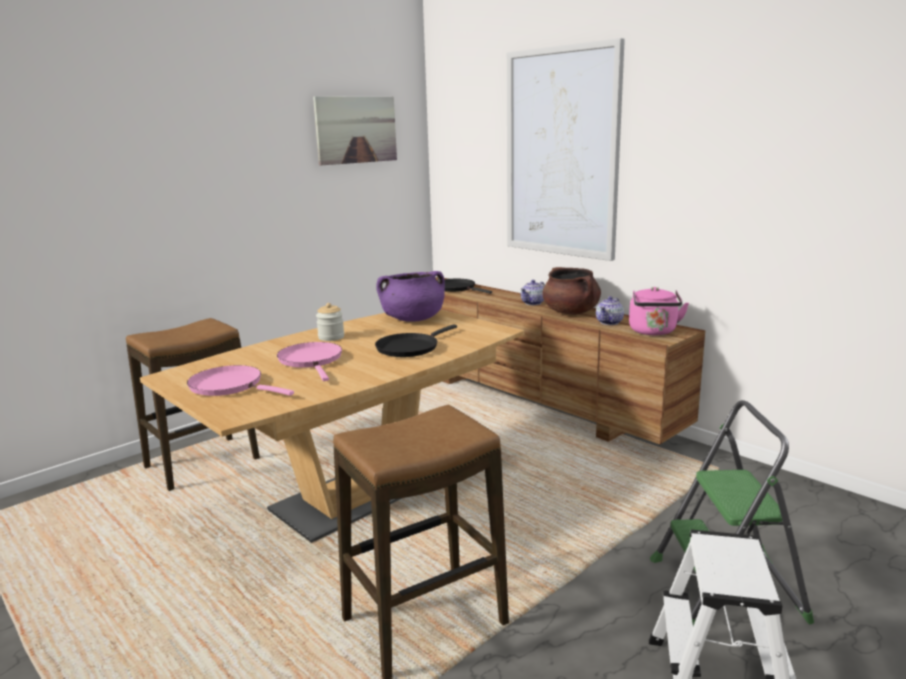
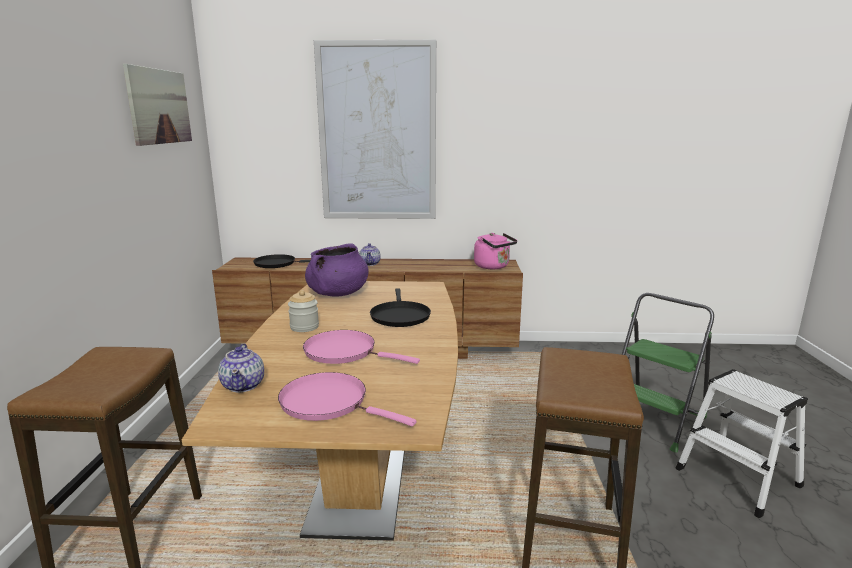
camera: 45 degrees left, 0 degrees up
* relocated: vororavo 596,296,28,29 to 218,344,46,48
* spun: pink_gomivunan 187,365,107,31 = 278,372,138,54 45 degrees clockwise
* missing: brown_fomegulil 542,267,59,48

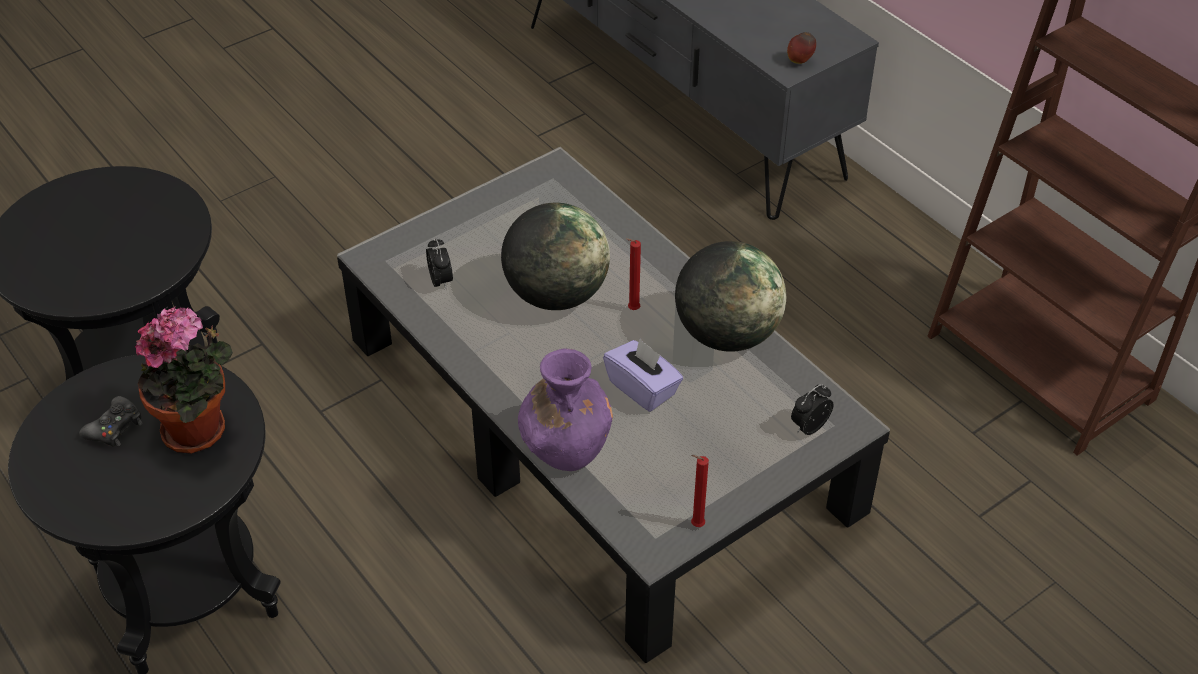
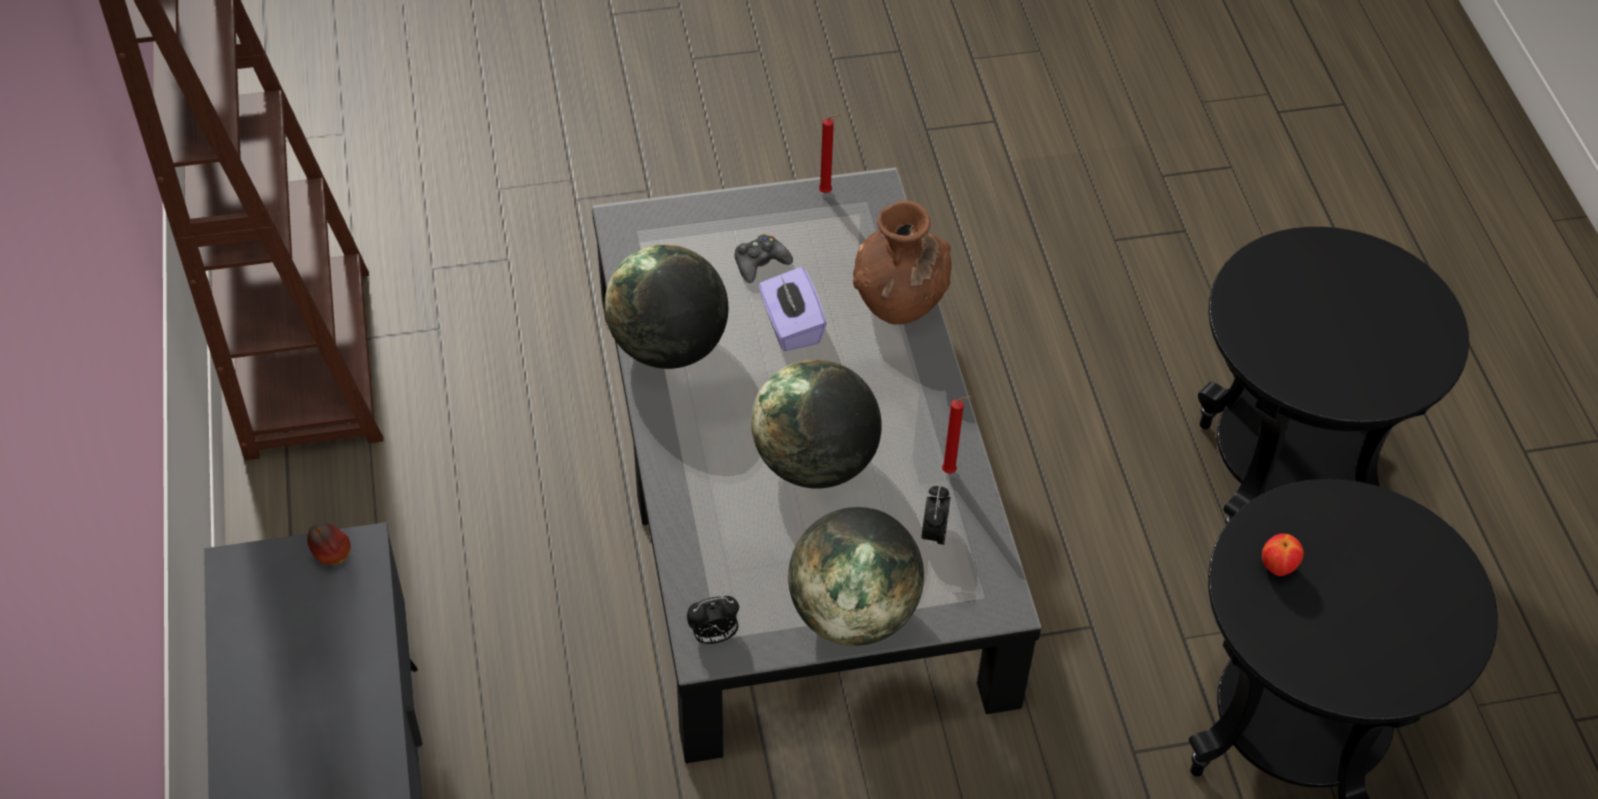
camera: 155 degrees left, 5 degrees up
* relocated: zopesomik 791,384,42,51 to 687,596,52,48
* relocated: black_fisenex 79,396,64,51 to 735,234,58,49
* appeared: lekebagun 788,507,136,139
* colour: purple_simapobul 518,348,95,123 to brown_simapobul 853,200,99,125
* relocated: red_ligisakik 626,238,15,72 to 942,396,30,78
* appeared: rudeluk 1262,534,42,42
* missing: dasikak 135,307,98,147

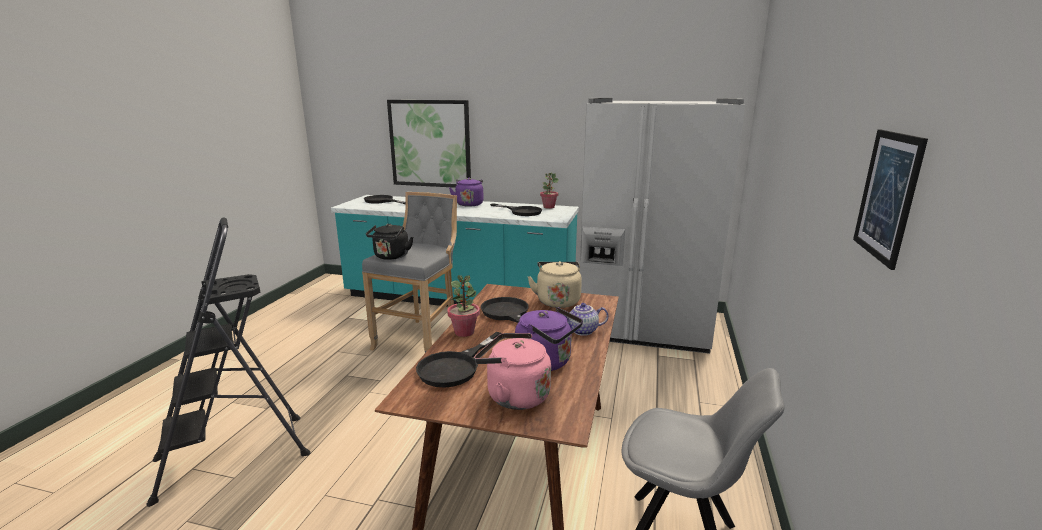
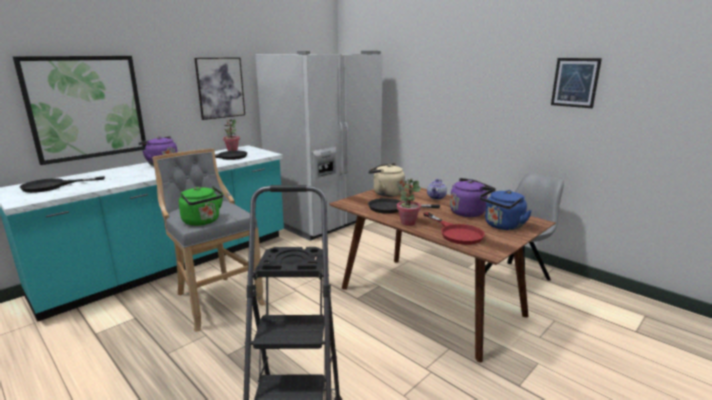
camera: 60 degrees left, 0 degrees up
* colour: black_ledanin 366,224,47,36 to green_ledanin 179,186,44,40
* appeared: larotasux 194,57,51,63
* colour: black_gomivunan 416,332,87,56 to red_gomivunan 423,212,62,33
* colour: pink_ledanin 474,333,77,77 to blue_ledanin 480,188,52,42

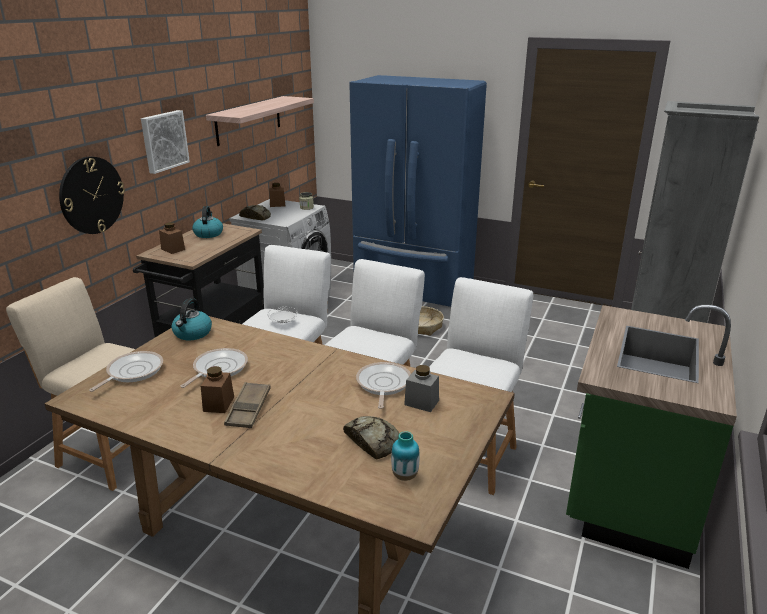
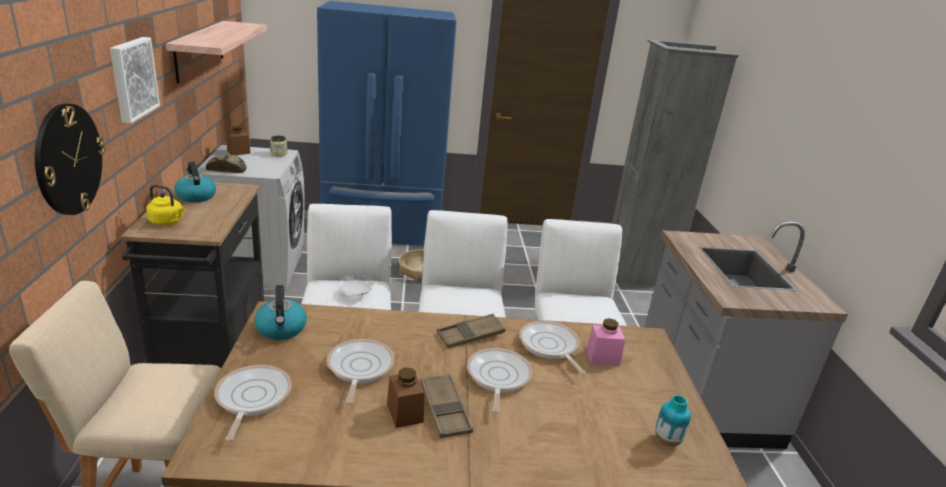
camera: 30 degrees left, 0 degrees up
* exchanged: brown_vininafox 159,222,26,32 to yellow_ledanin 146,184,39,41
* appeared: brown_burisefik 437,314,69,34
* appeared: gomivunan 467,348,66,65
* colour: grey_vininafox 404,365,35,47 to pink_vininafox 586,318,39,48
* colour: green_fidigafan 566,305,171,264 to grey_fidigafan 645,221,203,228
* missing: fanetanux 343,416,56,43

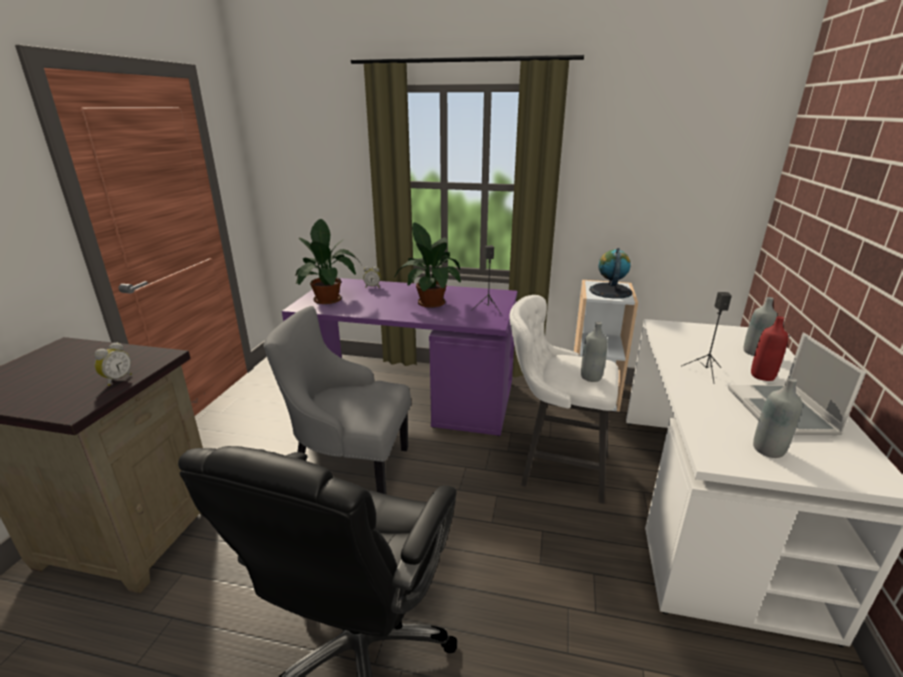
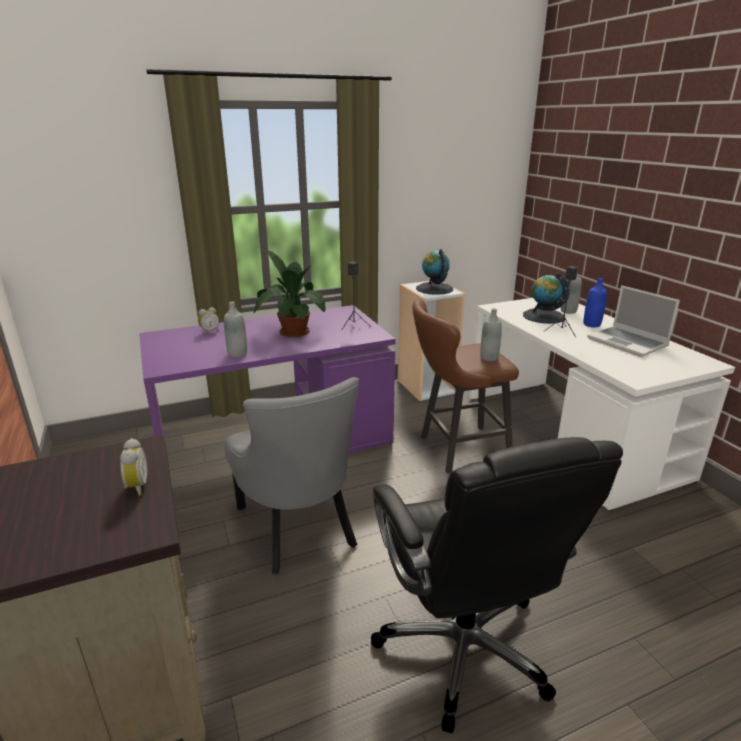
camera: 35 degrees left, 0 degrees up
* relocated: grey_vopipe 753,378,50,80 to 224,301,23,56
* spun: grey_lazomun 264,306,147,188 = 225,377,134,197 90 degrees counterclockwise
* colour: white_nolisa 510,295,109,209 to brown_nolisa 412,299,107,175
* appeared: lekebagun 523,273,47,51
* colour: red_vopipe 751,316,37,65 to blue_vopipe 584,278,23,49
* missing: dasikak 295,219,67,85

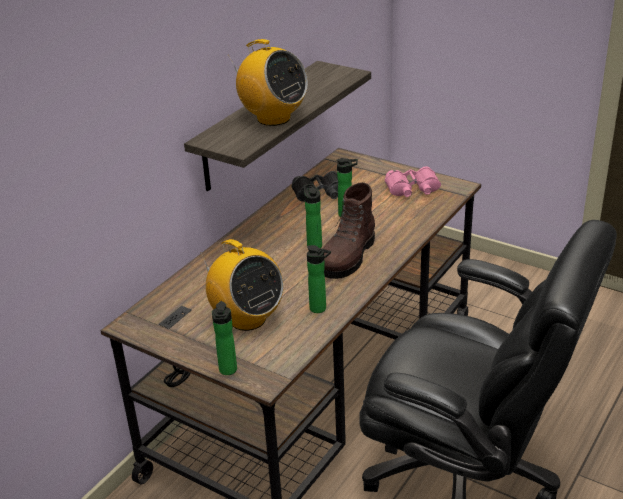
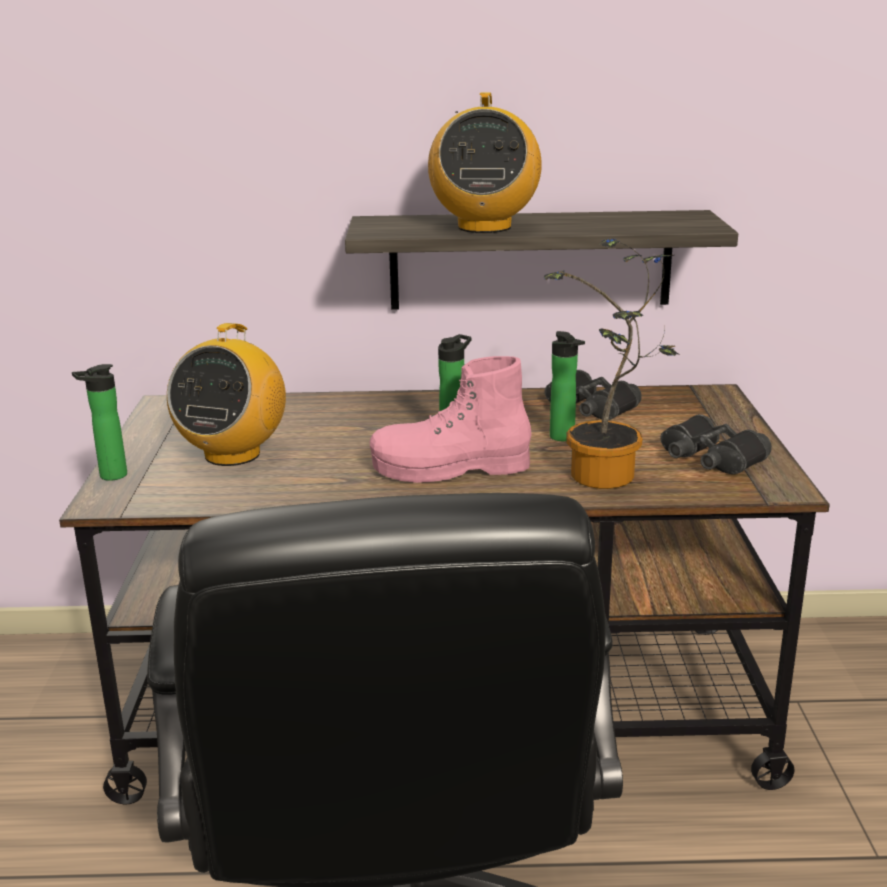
camera: 55 degrees right, 10 degrees down
* colour: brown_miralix 322,182,53,97 to pink_miralix 370,356,162,127
* appeared: dasikak 544,239,135,250
* colour: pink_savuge 385,166,56,31 to black_savuge 660,414,112,60
* missing: vopipe 307,245,24,68

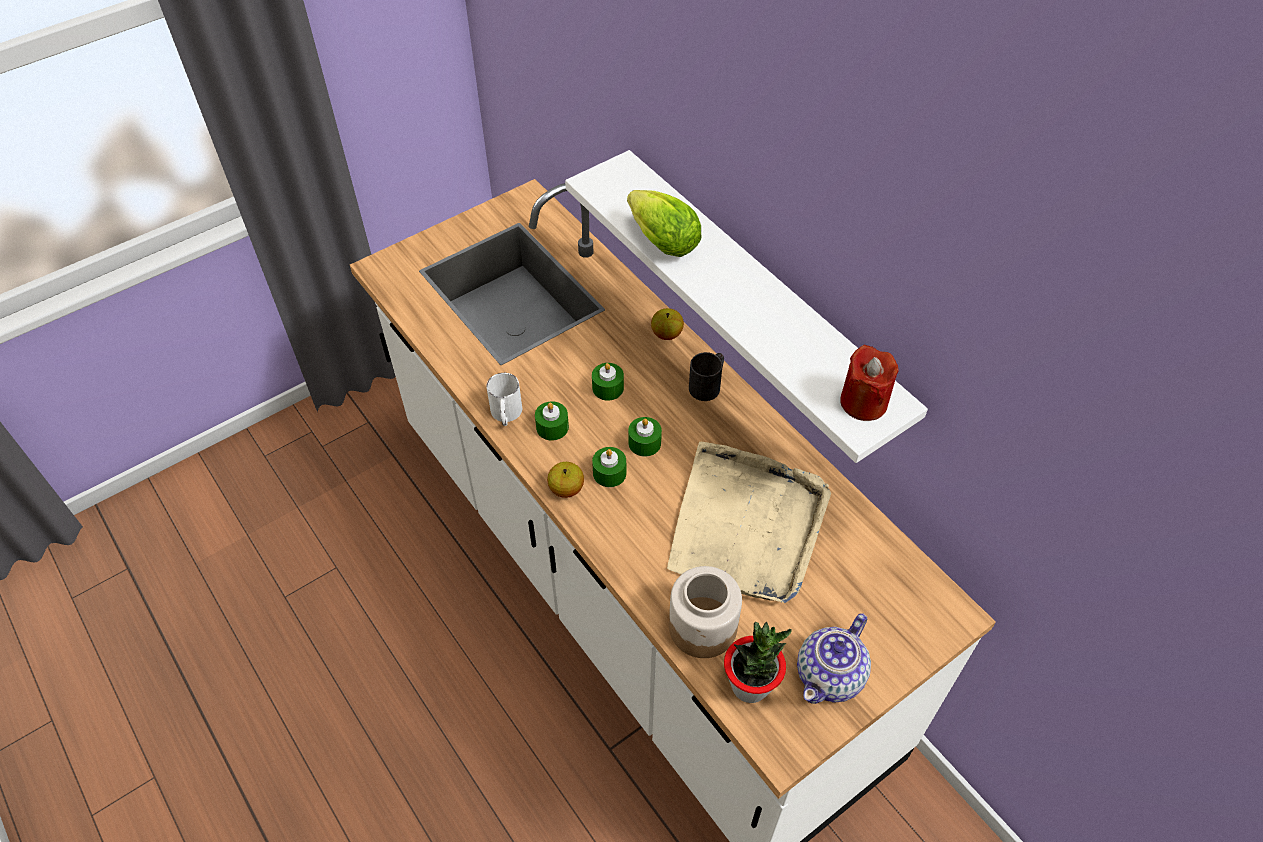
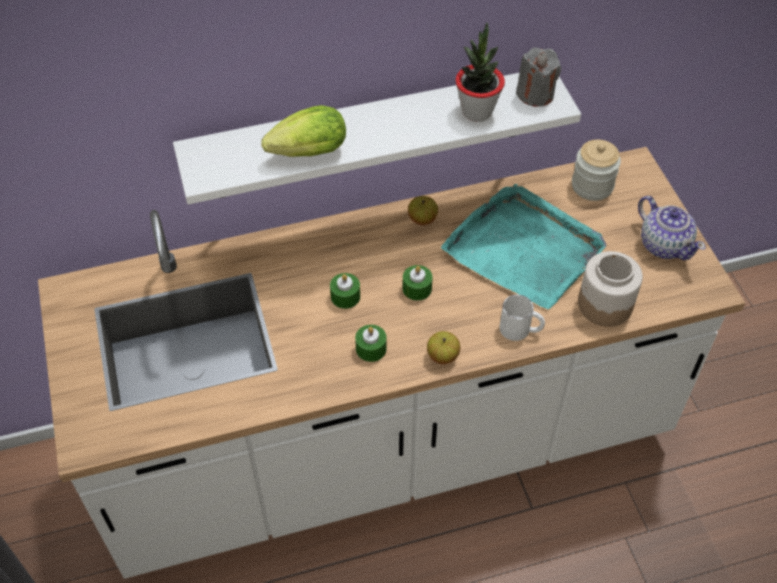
camera: 70 degrees left, 0 degrees up
* relocated: rudeluk 651,308,33,32 to 408,196,30,29
* colour: beige_burisefik 667,442,164,161 to turquoise_burisefik 441,184,166,125
* relocated: dasikak 724,621,68,82 to 456,23,49,99
* relocated: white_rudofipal 486,373,36,53 to 499,295,46,46
* colour: red_ligisakik 840,345,59,76 to grey_ligisakik 516,47,45,60
* appeared: vininafox 572,140,49,61
* missing: green_ligisakik 592,447,34,40
* missing: black_rudofipal 689,352,35,49

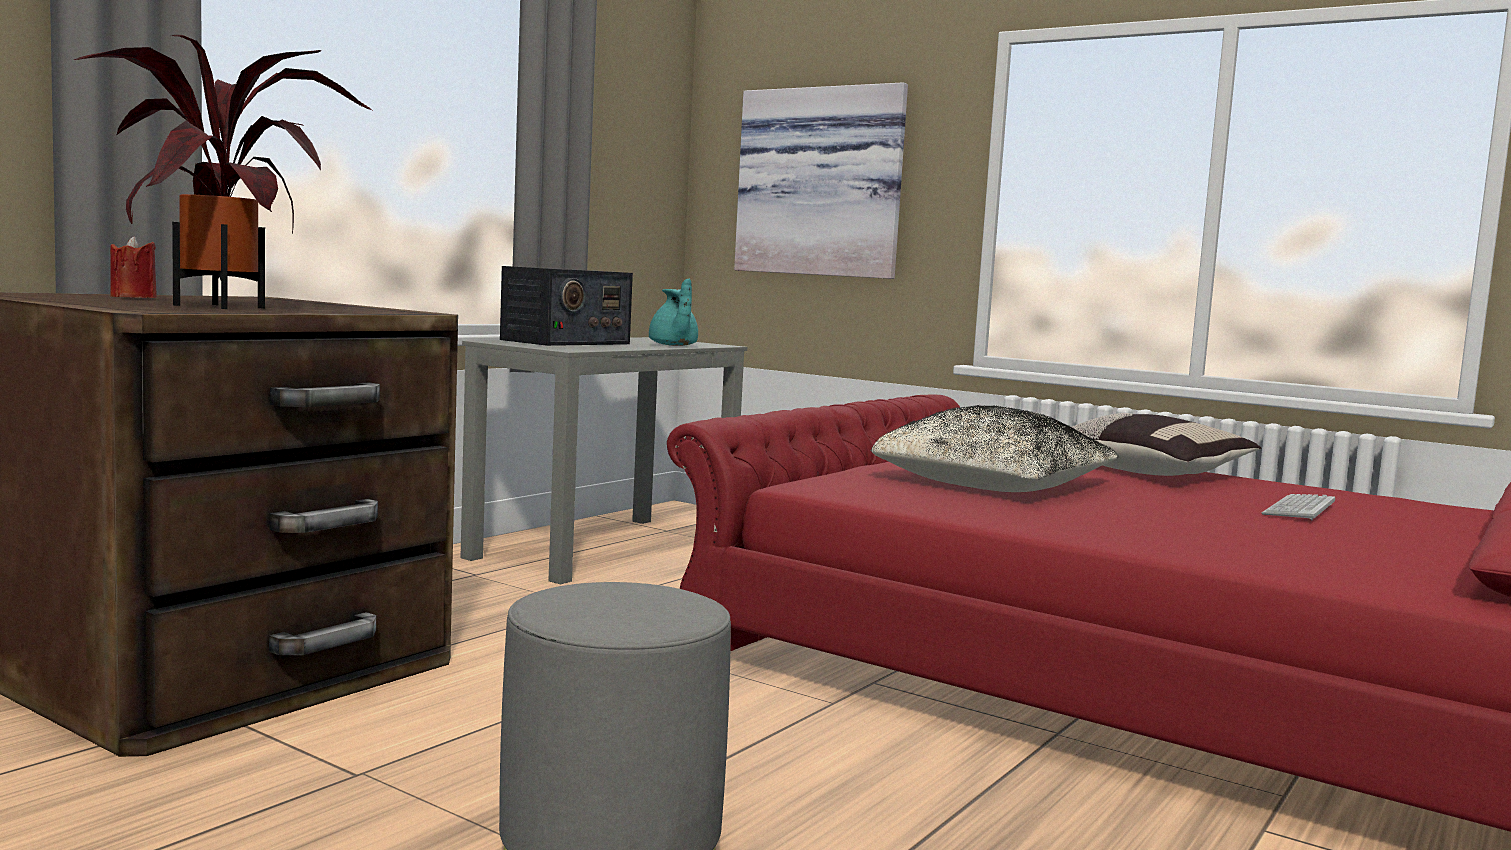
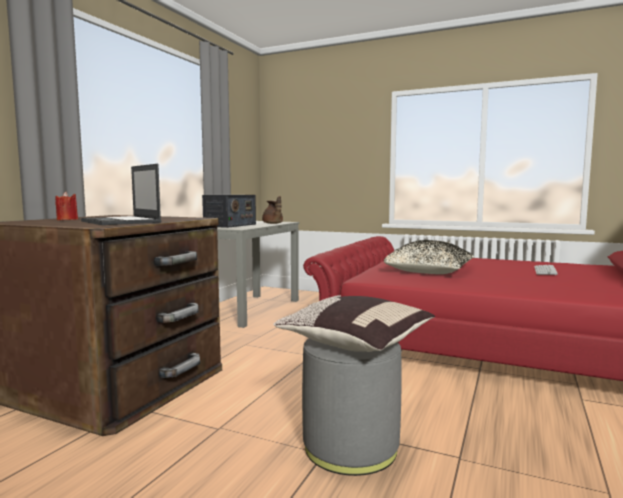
camera: 10 degrees left, 0 degrees up
* exchanged: dasikak 74,35,298,274 to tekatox 81,164,81,61
* colour: turquoise_vororavo 649,279,49,67 to brown_vororavo 262,196,21,28
* relocated: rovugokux 1072,413,190,63 to 273,295,163,57
* missing: larotasux 734,82,174,197

